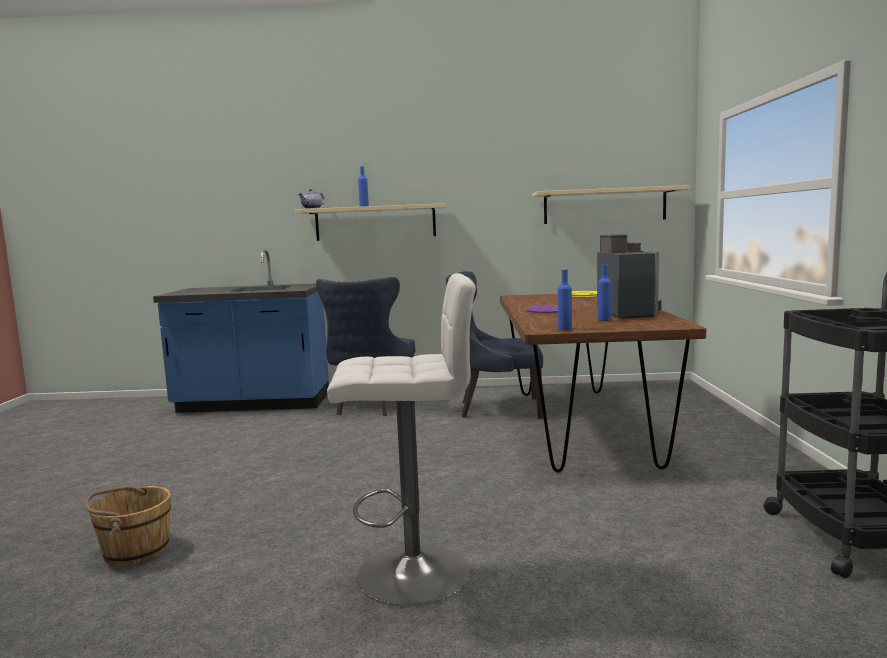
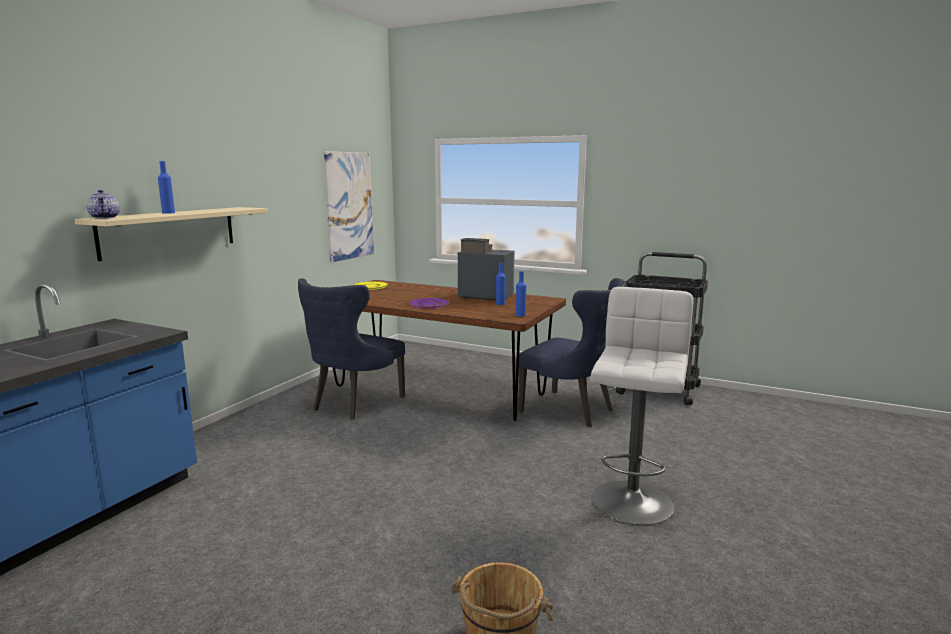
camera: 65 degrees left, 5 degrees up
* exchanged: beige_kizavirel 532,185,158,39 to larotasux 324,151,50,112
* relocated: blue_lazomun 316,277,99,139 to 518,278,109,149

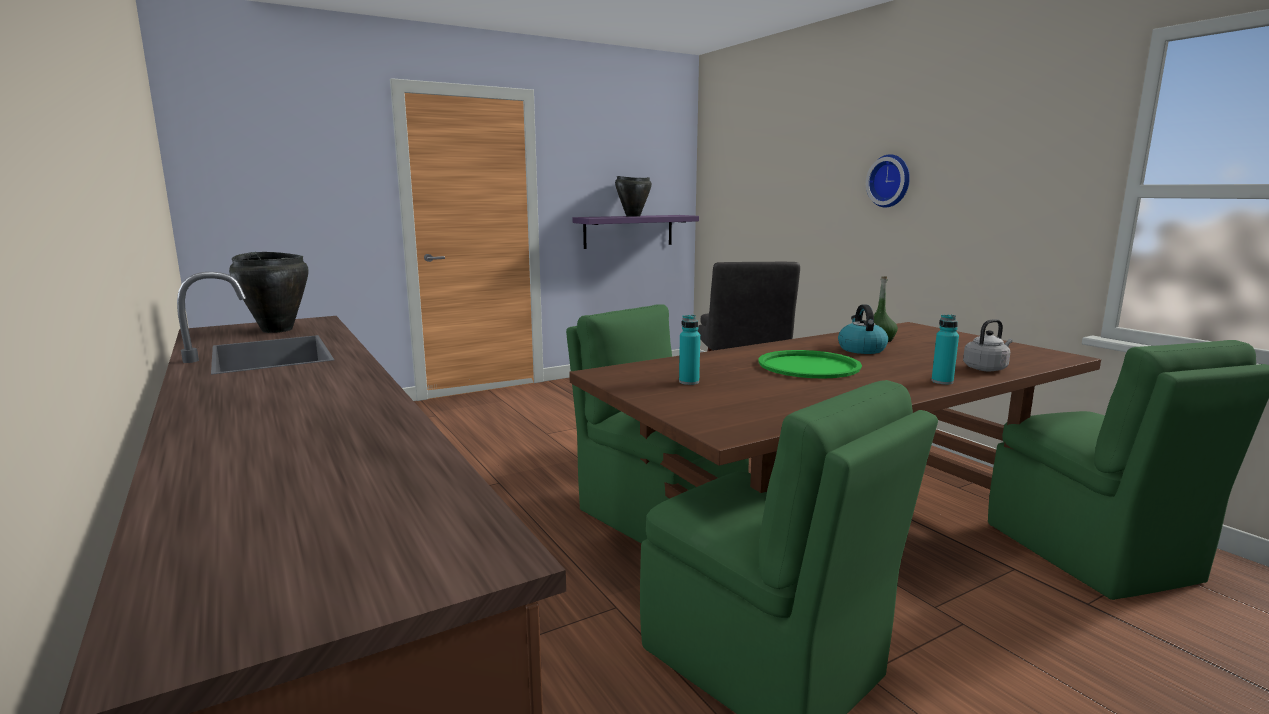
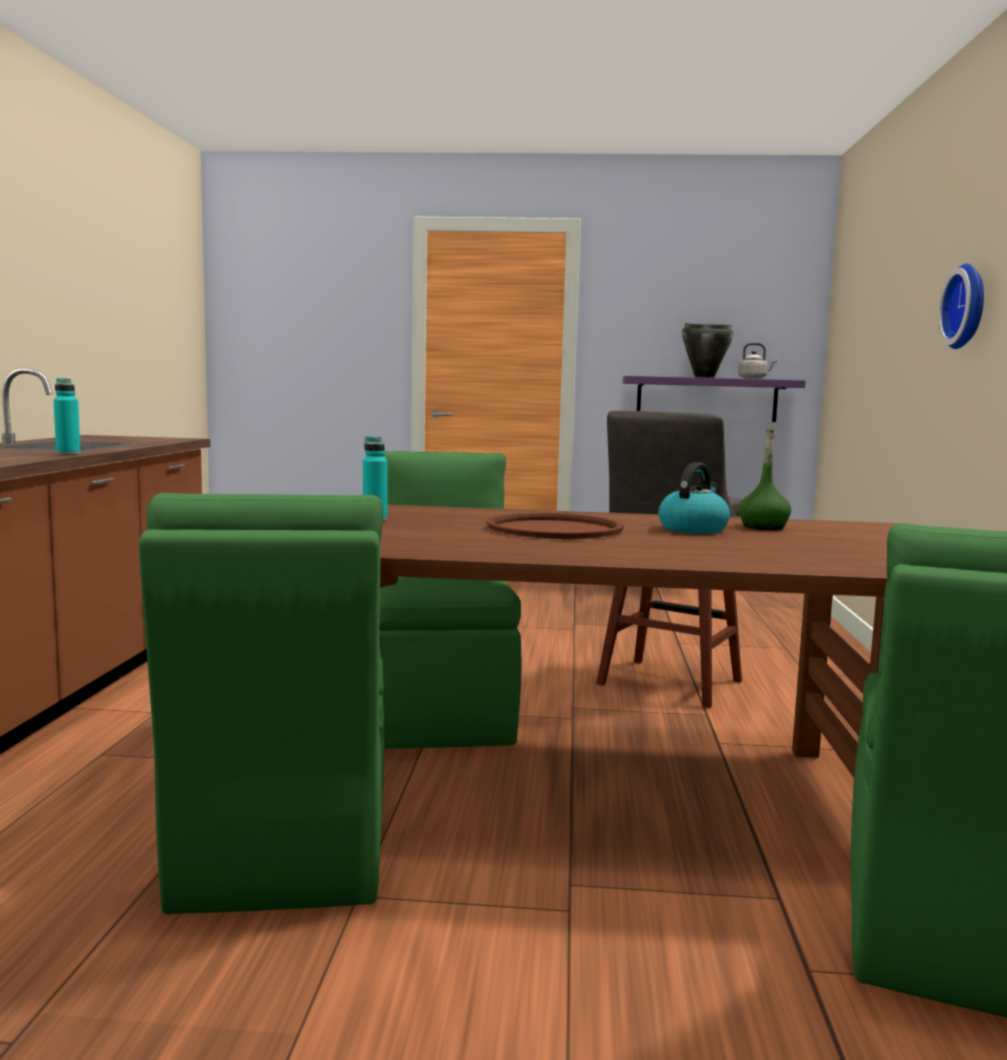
camera: 35 degrees right, 5 degrees down
* relocated: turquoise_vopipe 931,315,28,70 to 53,378,28,77
* colour: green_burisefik 758,350,104,28 to brown_burisefik 486,513,138,26
* relocated: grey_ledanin 963,319,50,52 to 738,343,39,36
* missing: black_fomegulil 229,252,80,81

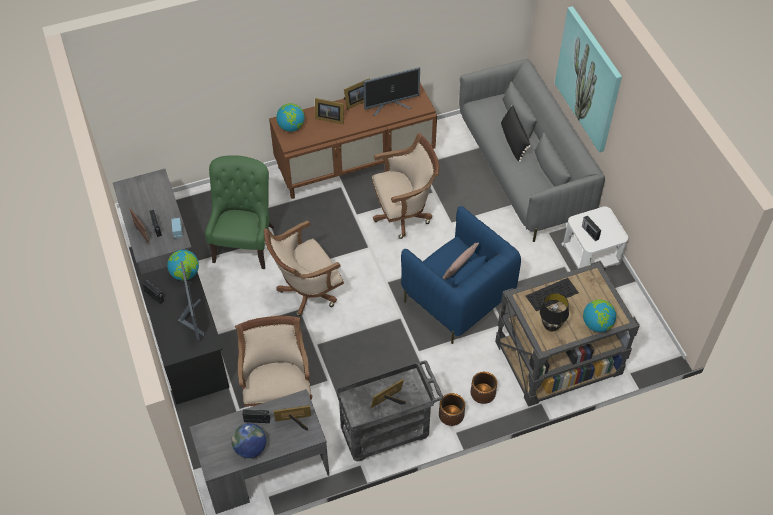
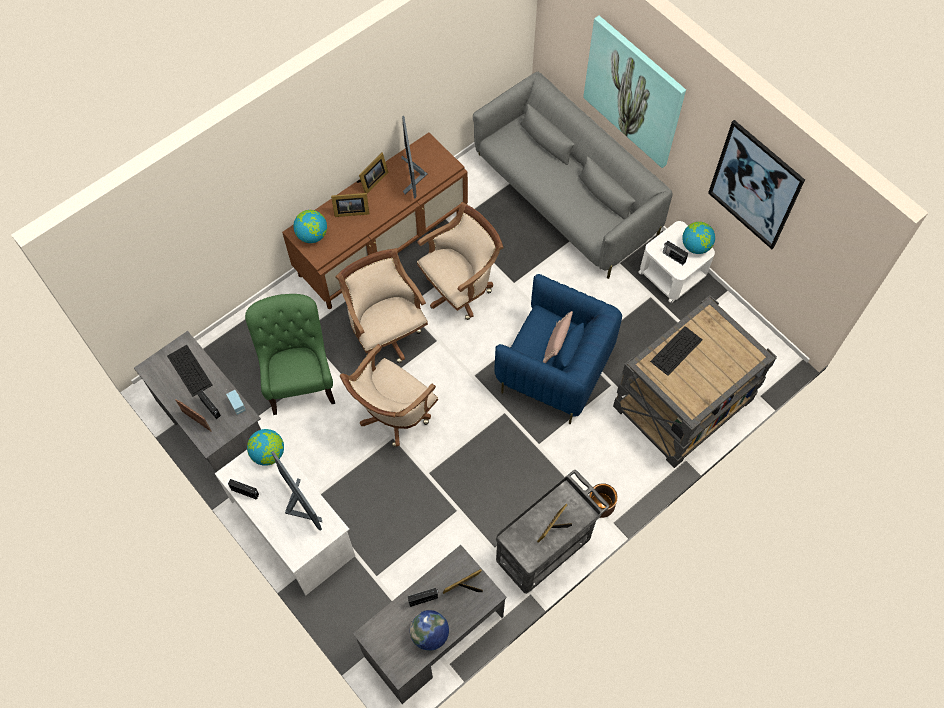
camera: 20 degrees left, 10 degrees up
* appeared: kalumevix 167,345,45,52
* colour: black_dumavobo 138,267,91,138 to white_dumavobo 215,450,140,145
* relocated: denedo 235,316,77,91 to 335,248,93,115
* spun: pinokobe 363,67,57,49 = 401,116,27,83 120 degrees clockwise
* relocated: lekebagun 583,299,33,33 to 682,222,33,32
* appeared: larotasux 708,120,97,129
* missing: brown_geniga 471,371,26,33
* missing: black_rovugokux 501,105,30,57
* missing: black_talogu 540,293,29,38

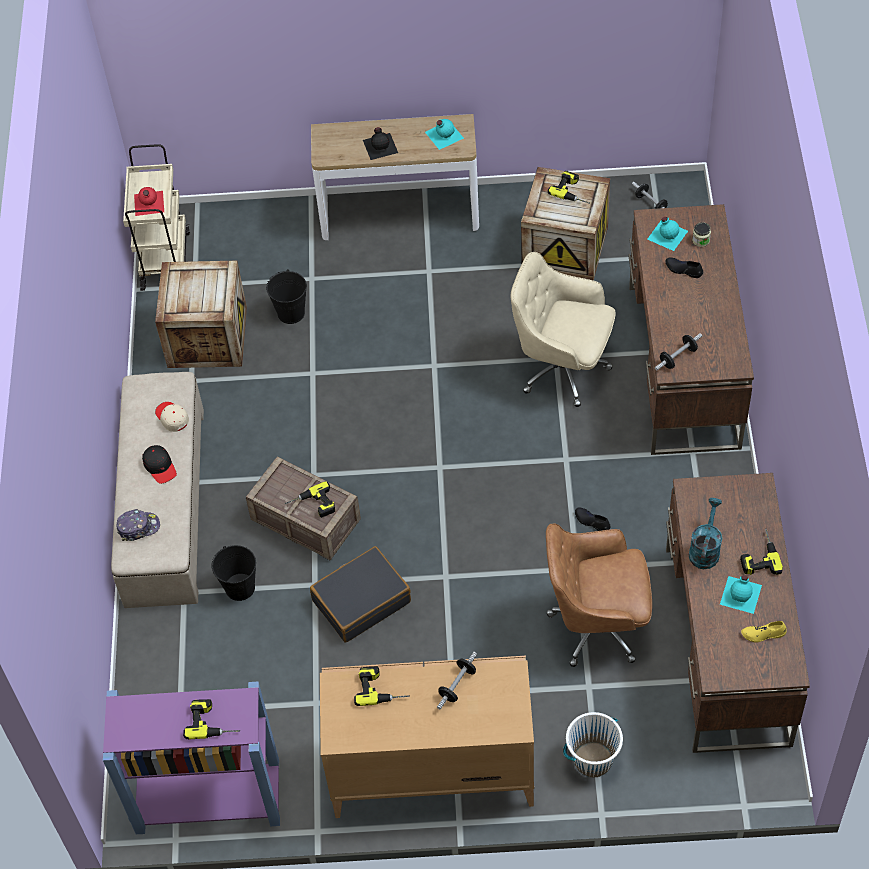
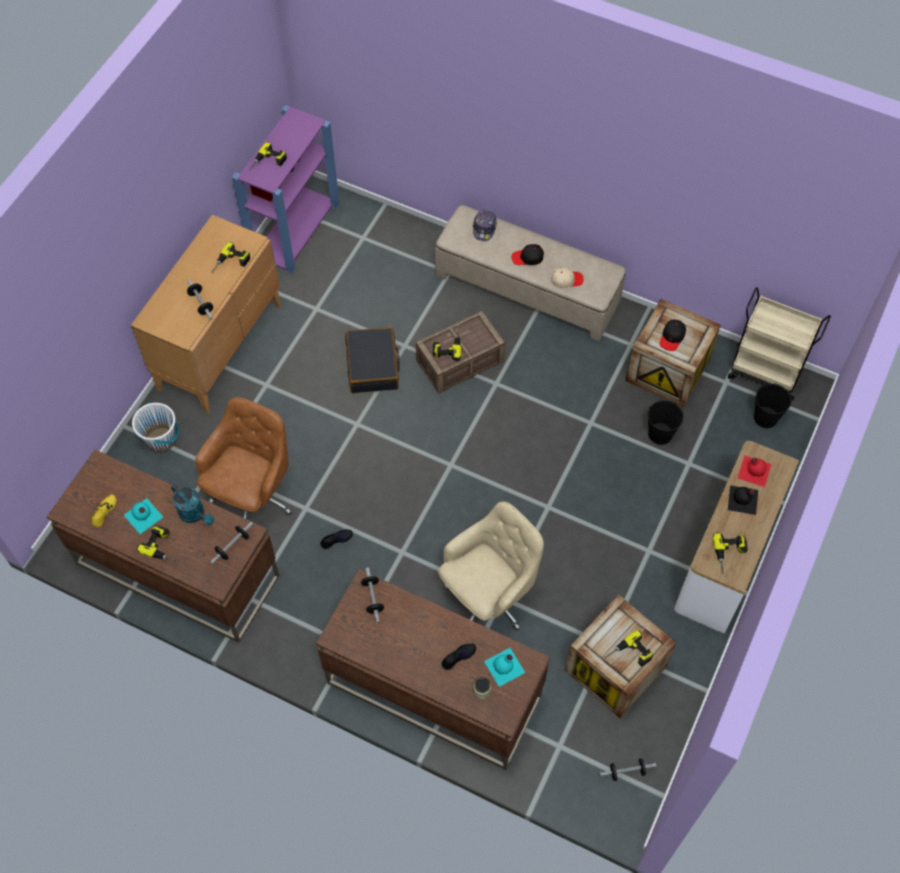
camera: 115 degrees right, 5 degrees up
* appeared: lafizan 210,522,43,42
* appeared: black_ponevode 660,319,26,32
* exchanged: turquoise_vopipe 425,119,39,31 to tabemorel 713,533,35,41
* relocated: red_vopipe 134,187,30,29 to 737,455,34,32
* relocated: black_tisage 211,545,45,56 to 754,383,38,45

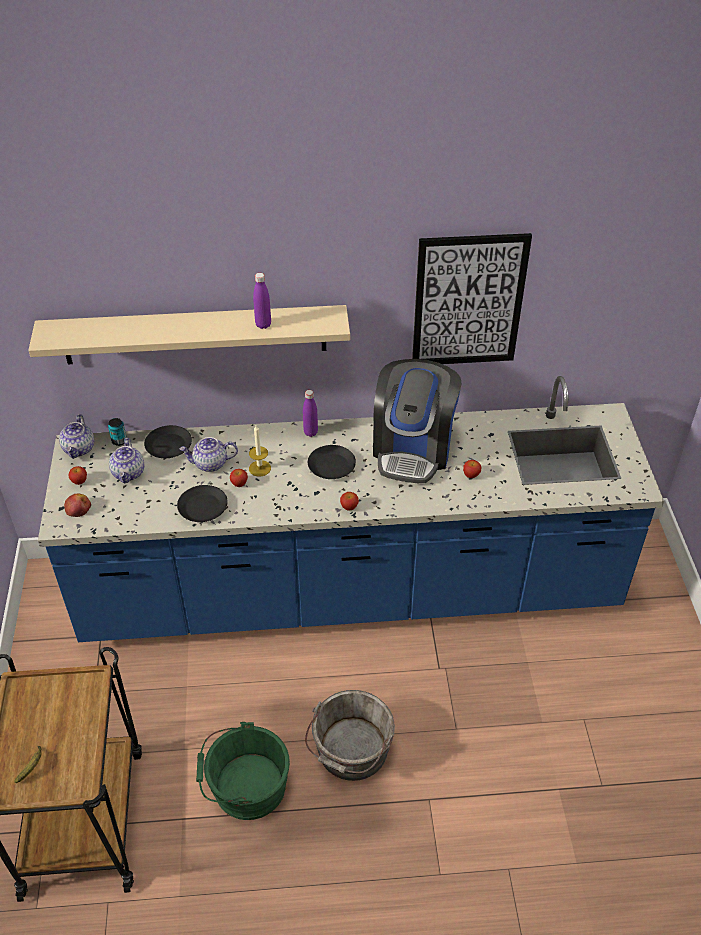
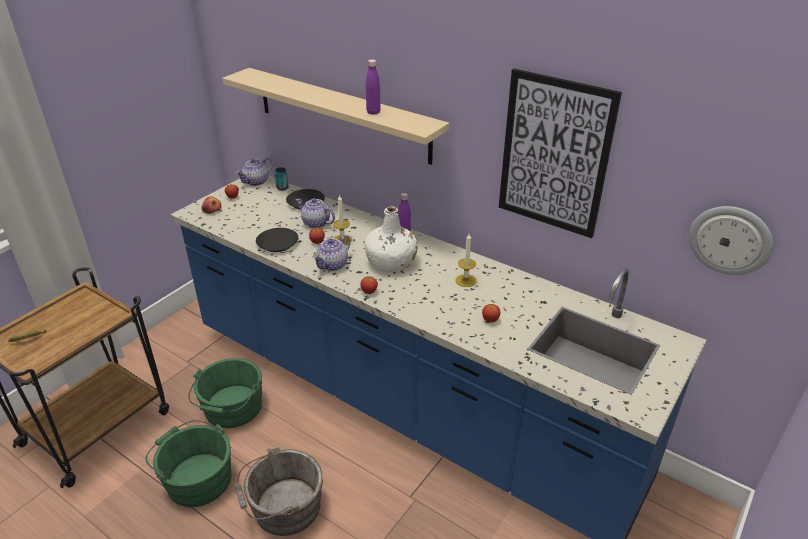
camera: 40 degrees right, 10 degrees down
* appeared: green_tisage 188,358,74,70
* relocated: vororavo 109,438,35,46 to 312,235,38,36
* exchanged: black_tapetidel 308,445,48,34 to white_vopipe 365,206,53,66
* exchanged: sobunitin 373,359,89,124 to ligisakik 455,234,22,53
* appeared: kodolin 689,206,84,69

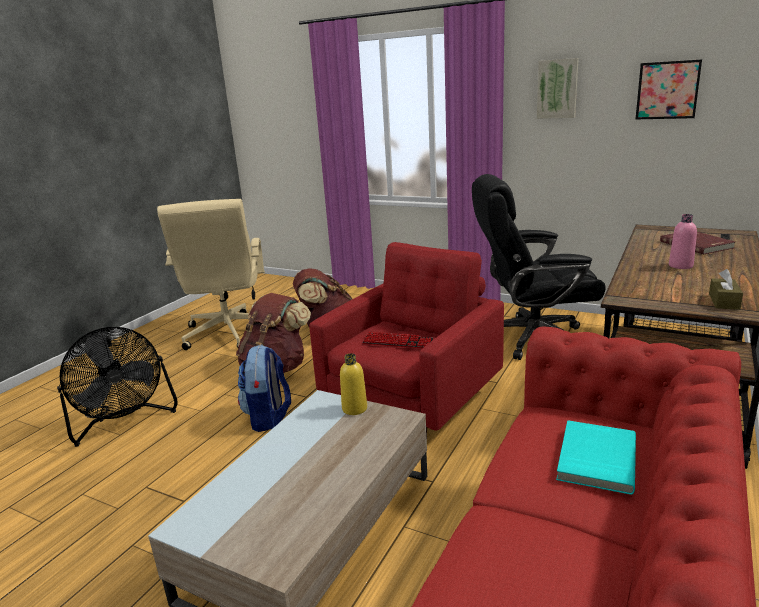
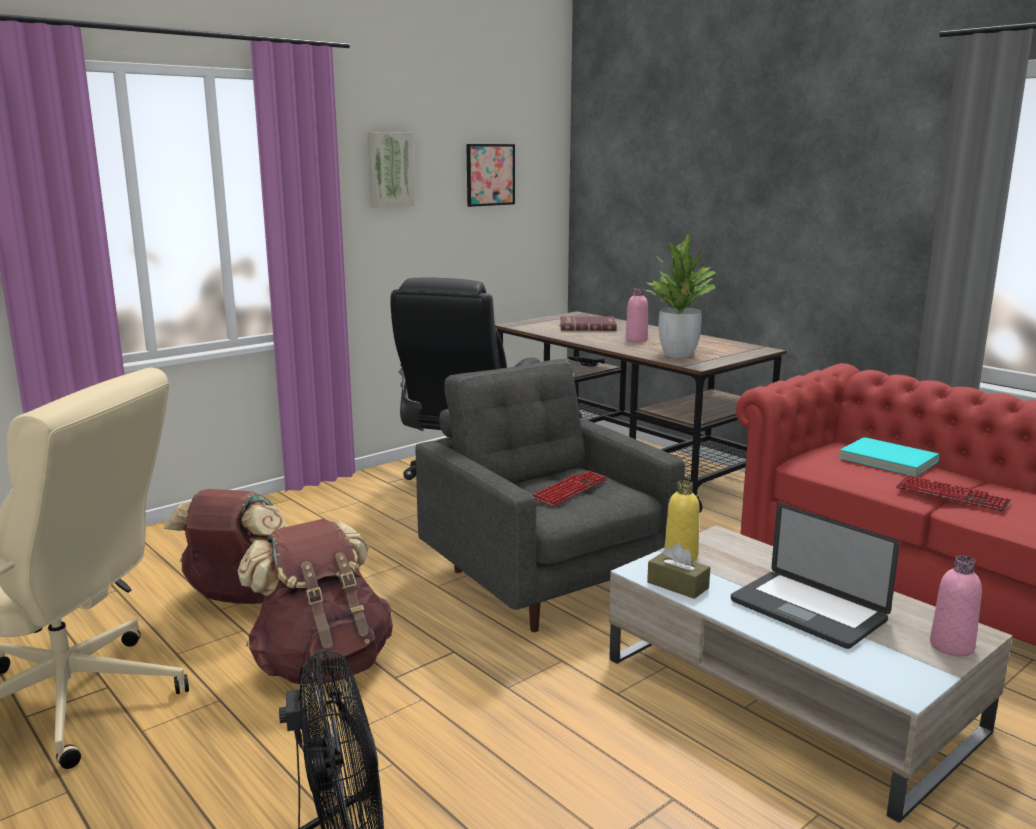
camera: 70 degrees left, 5 degrees down
* colour: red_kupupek 309,242,195,194 to grey_kupupek 415,359,270,273
* appeared: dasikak 641,234,74,124
* relocated: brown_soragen 709,269,34,41 to 647,543,63,56
* appeared: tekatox 731,503,169,146
* appeared: kalumevix 896,475,115,37
* appeared: pink_vopipe 930,555,52,101
* missing: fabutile 238,345,53,87

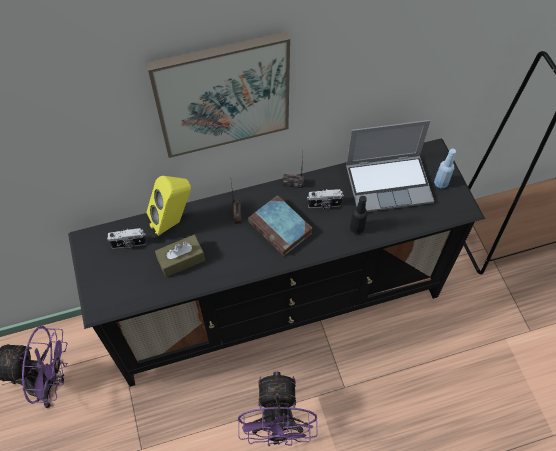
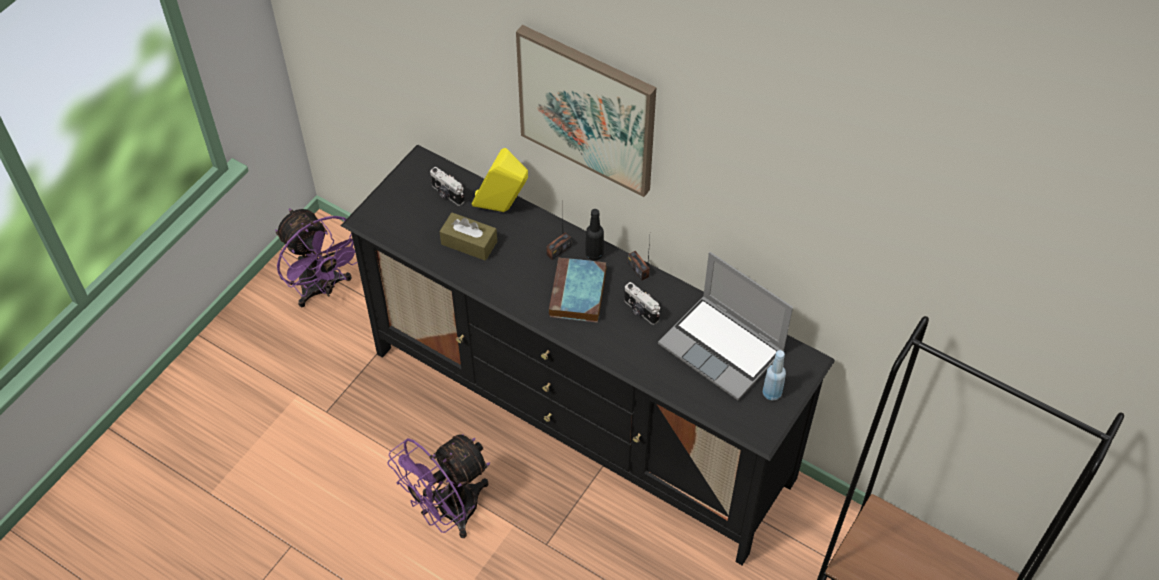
camera: 50 degrees right, 5 degrees down
* relocated: black_vopipe 350,196,18,38 to 585,209,19,52

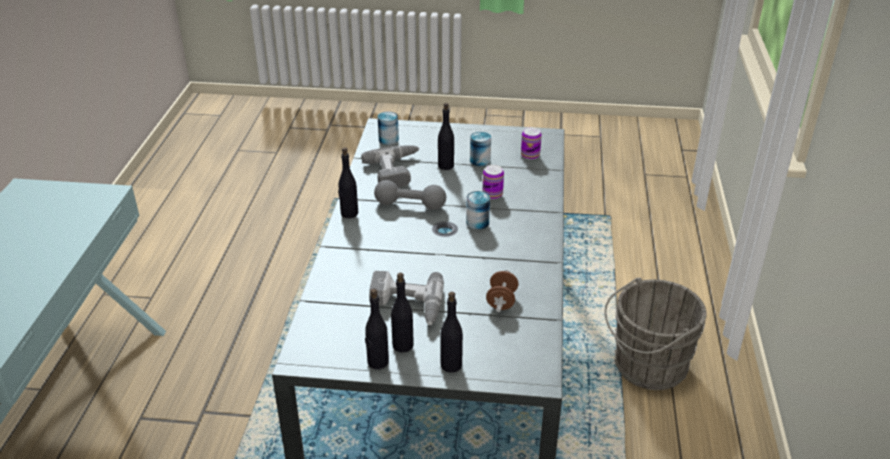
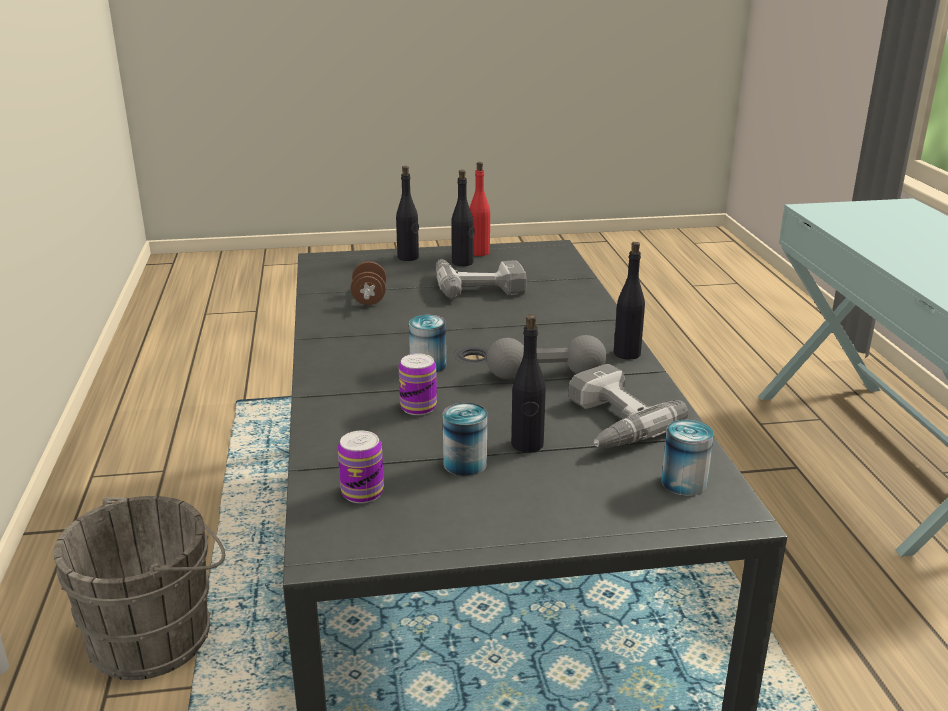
camera: 165 degrees right, 10 degrees down
* colour: black_vopipe 365,289,24,80 to red_vopipe 470,162,20,94

